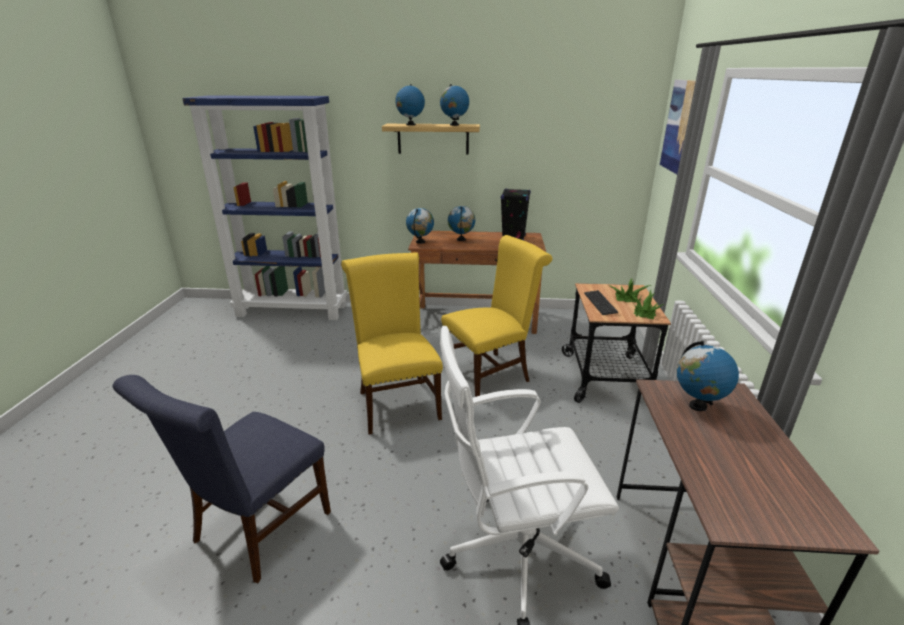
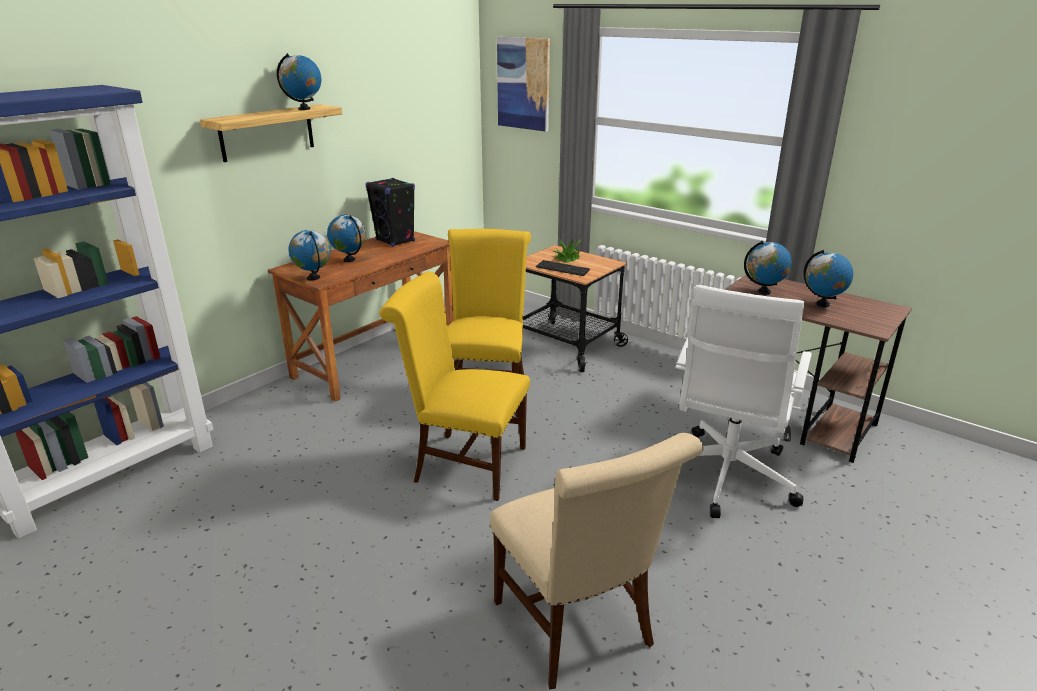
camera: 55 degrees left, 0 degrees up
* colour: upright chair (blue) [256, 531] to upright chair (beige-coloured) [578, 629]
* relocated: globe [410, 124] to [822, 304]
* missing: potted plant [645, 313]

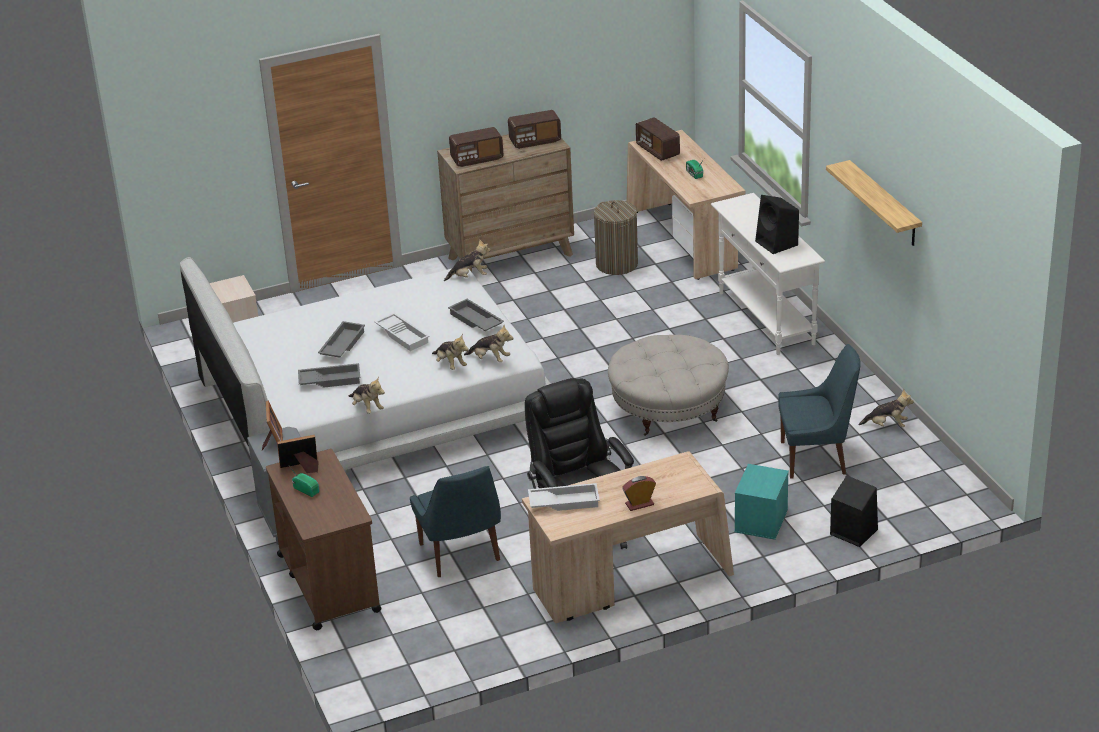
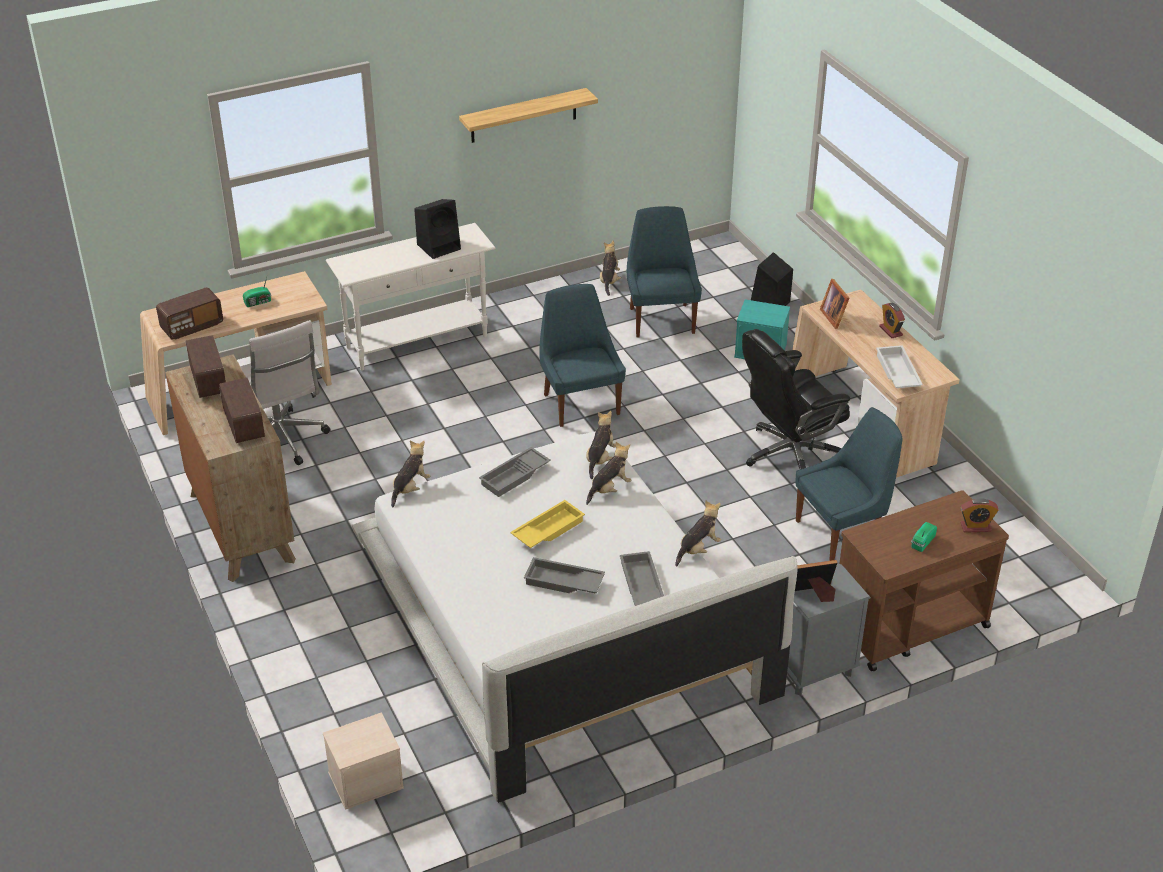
camera: 95 degrees left, 5 degrees up
* relocated: photo frame [301, 468] to [834, 317]
* colour: tray (white) [403, 335] to tray (yellow) [547, 529]
* spun: plush toy [469, 277] = [410, 488] 45 degrees clockwise
* exchanged: laundry basket [616, 264] to computer chair (white) [282, 442]
* exchanged: footrest (beige-coloured) [668, 408] to upright chair (blue) [580, 403]
* appeared: alarm clock [975, 527]

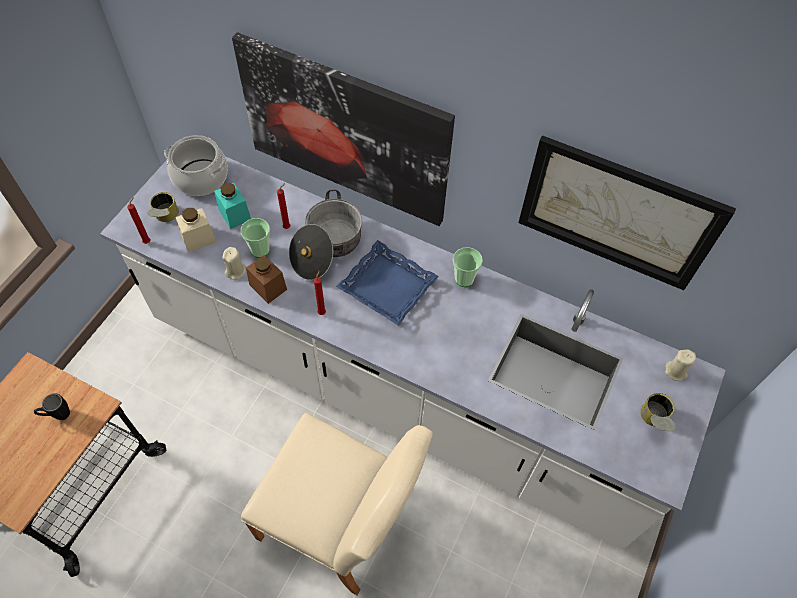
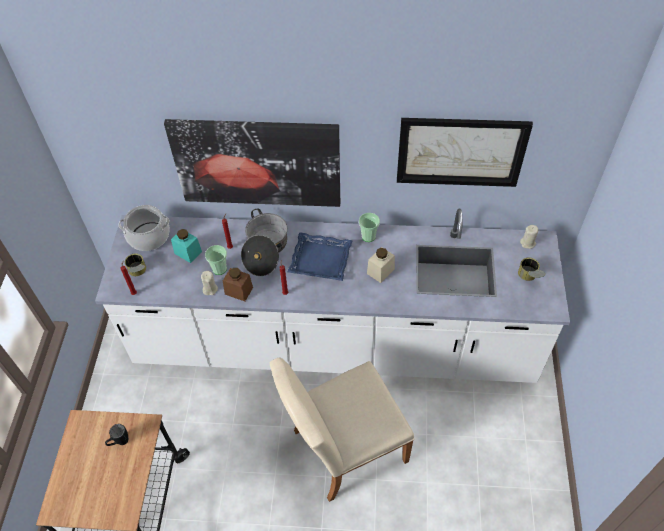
camera: 20 degrees left, 5 degrees down
* relocated: preserve jar (beige-coloured) [198, 238] to [380, 271]
* spun: upright chair (beige-coloured) [341, 523] = [342, 449] 150 degrees clockwise

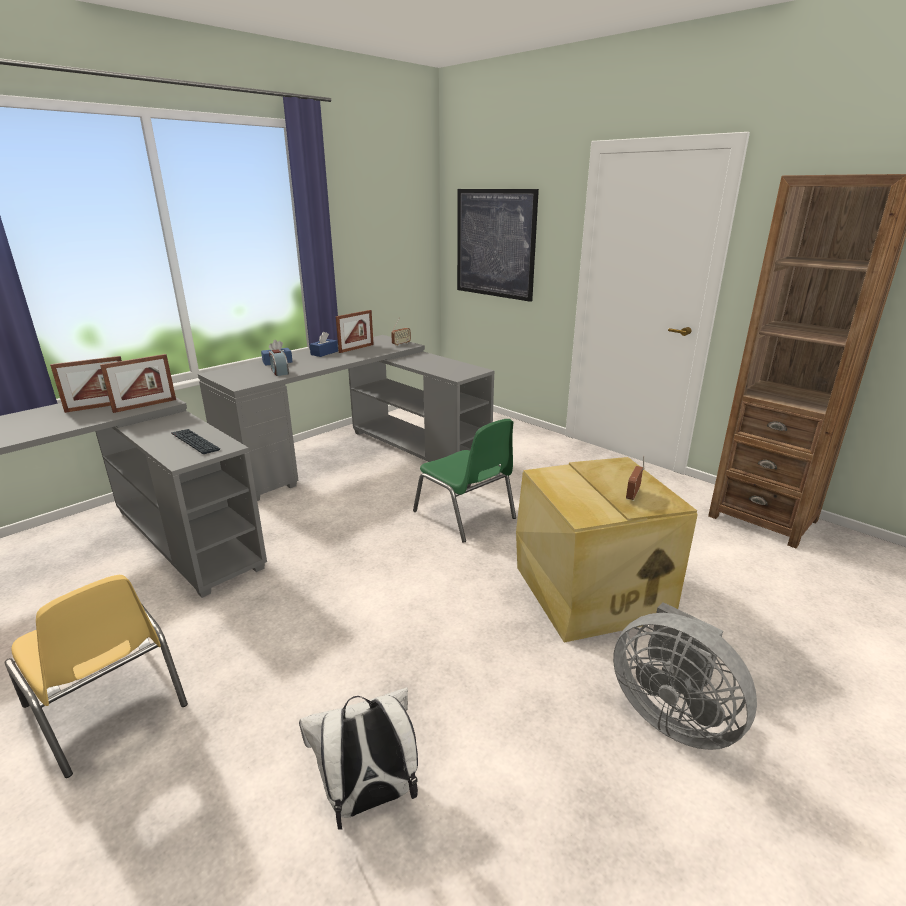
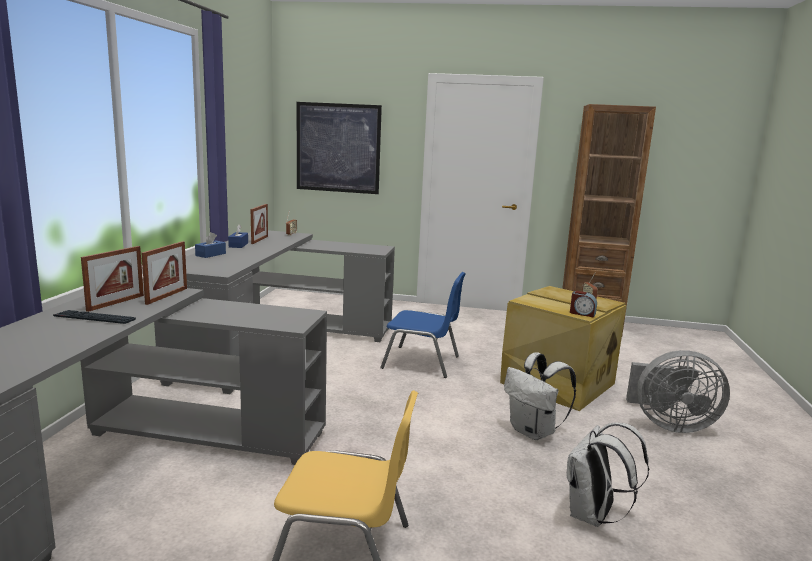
camera: 35 degrees left, 10 degrees down
* relocated: keyboard [195, 442] to [94, 318]
* relocated: alarm clock [279, 372] to [582, 313]
* colour: upright chair (green-coloured) [465, 515] to upright chair (blue) [422, 362]
* appeared: knapsack (white) [534, 432]

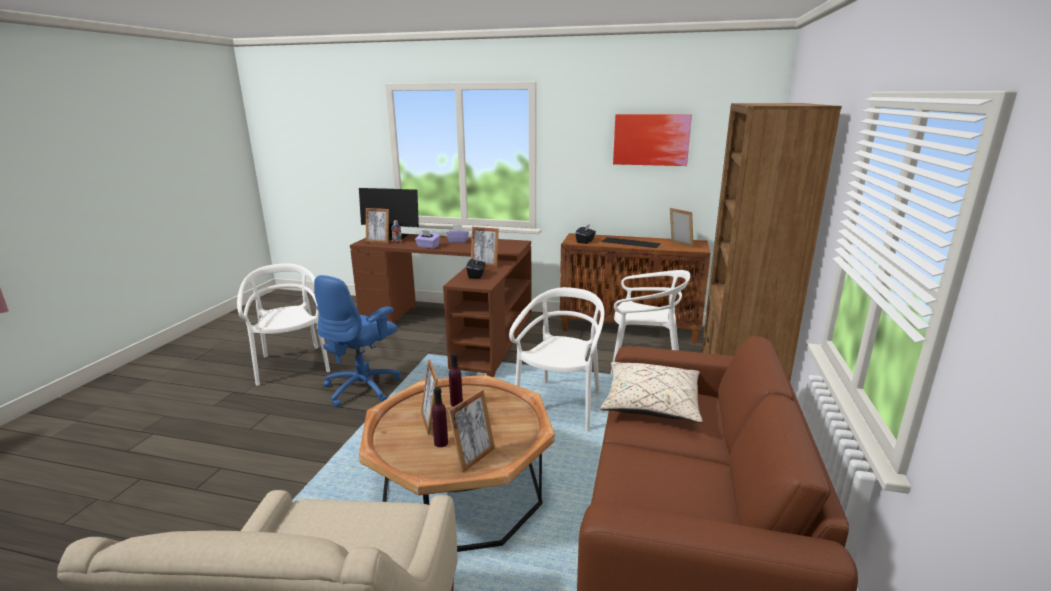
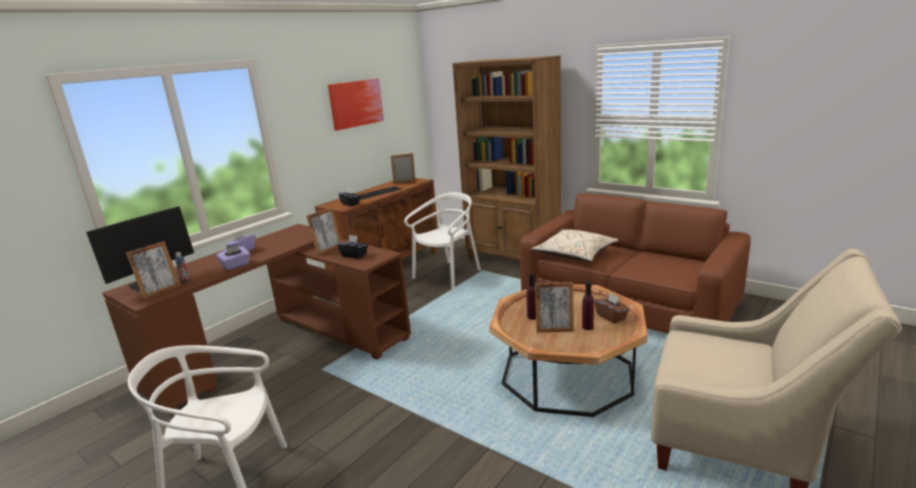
camera: 65 degrees left, 0 degrees up
* missing: computer chair (blue) [363, 388]
* exchanged: photo frame [474, 457] to tissue holder (brown-coloured) [611, 316]
* missing: upright chair (white) [560, 405]

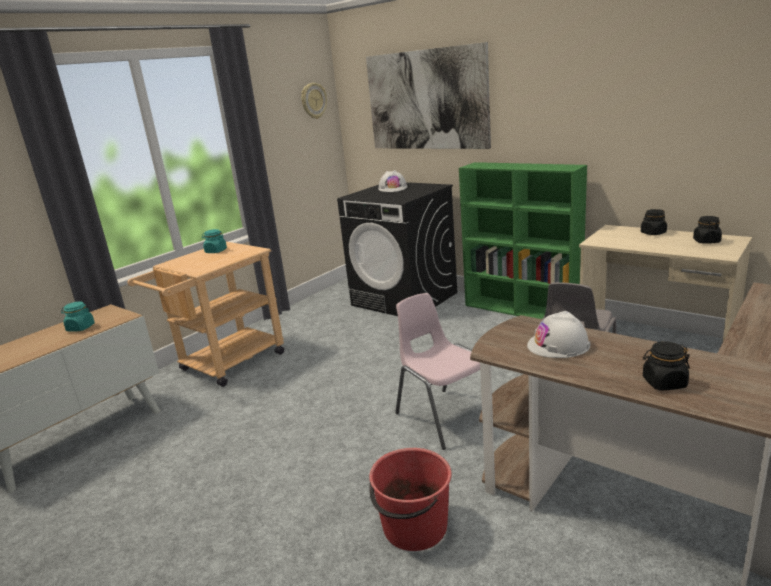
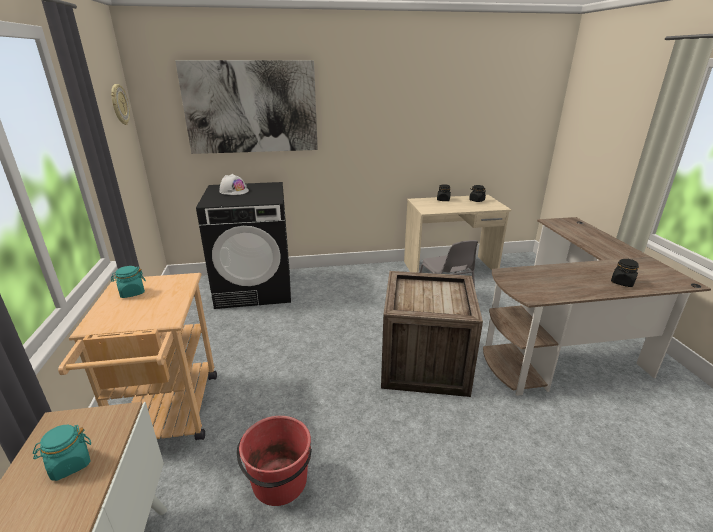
camera: 50 degrees left, 5 degrees up
* relocated: bucket (red-coloured) [414, 528] to [279, 482]
* exchanged: upright chair (pink) [444, 416] to shipping crate [423, 362]
* missing: bookcase (green-coloured) [522, 310]
* missing: hard hat (white) [558, 345]

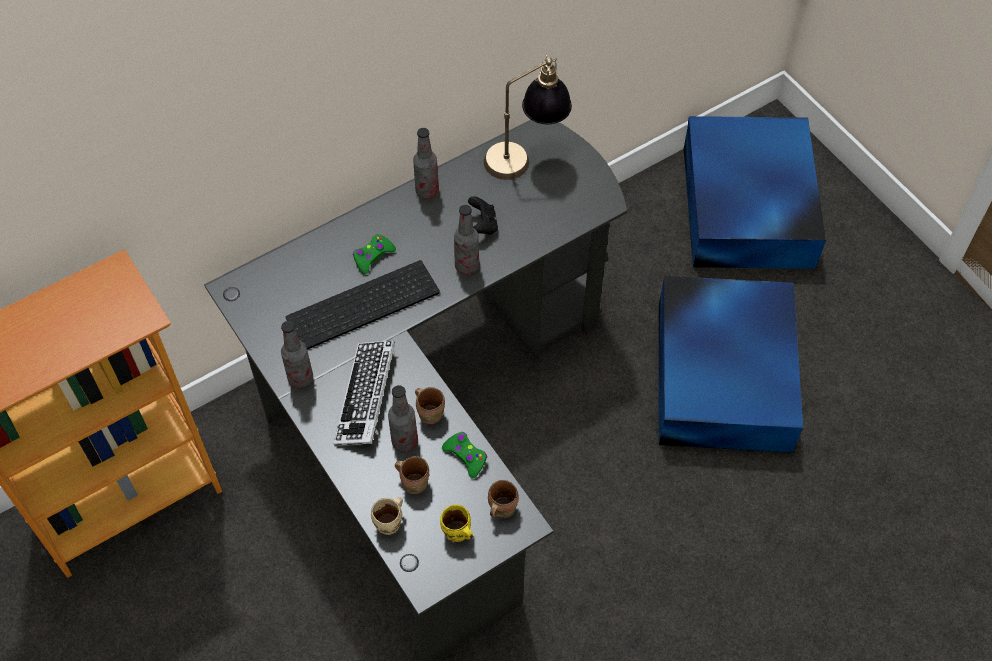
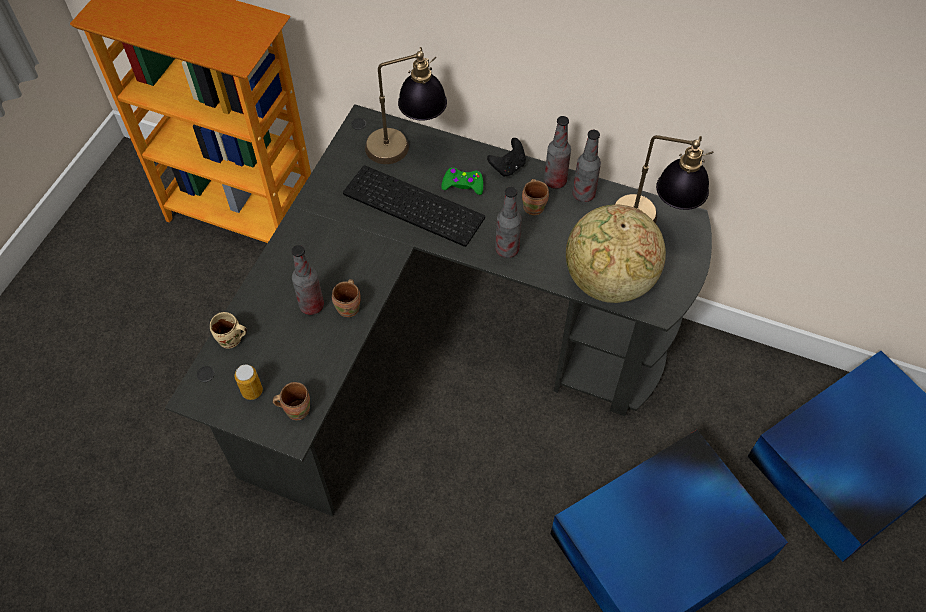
camera: 55 degrees right, 0 degrees up
* relocated: bottle [300, 379] to [583, 194]
* missing: keyboard [366, 396]
* relocated: coffee mug (brown-coloured) [414, 482] to [534, 206]
* exchanged: coffee mug (yellow) [457, 534] to sealed can [252, 391]
* missing: joypad (green-coloured) [466, 456]
* relocated: joypad (black-coloured) [483, 225] to [508, 167]
* appeared: table lamp [406, 149]
* appeared: globe [608, 281]

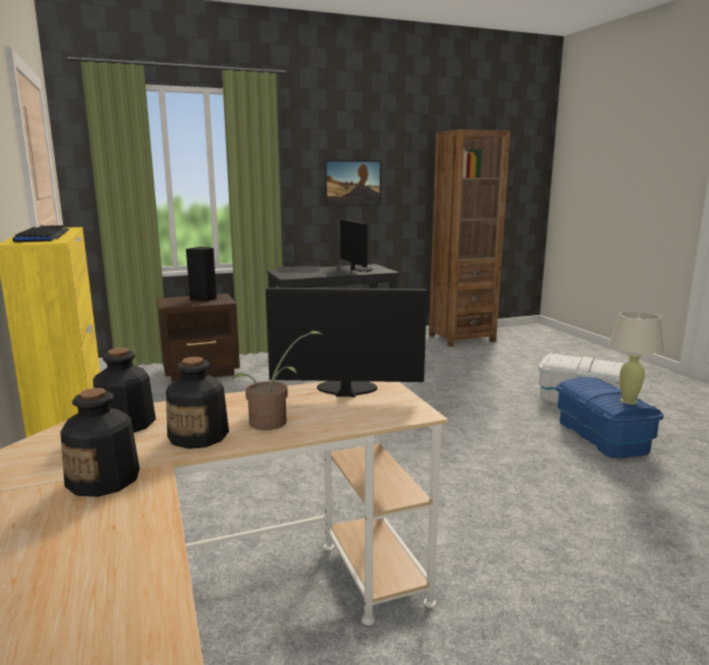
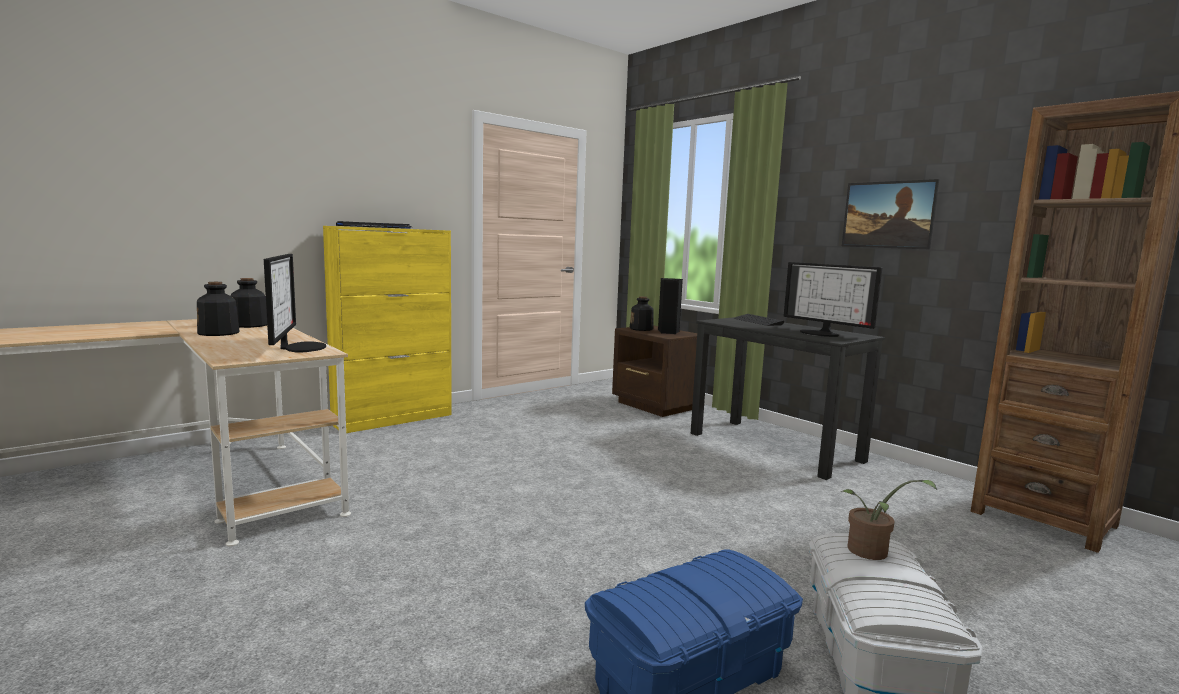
camera: 70 degrees right, 5 degrees down
* relocated: bottle [104, 480] to [641, 329]
* relocated: potted plant [274, 422] to [871, 553]
* spun: computer display [359, 269] = [821, 333] 90 degrees clockwise
* missing: table lamp (beige-coloured) [628, 401]

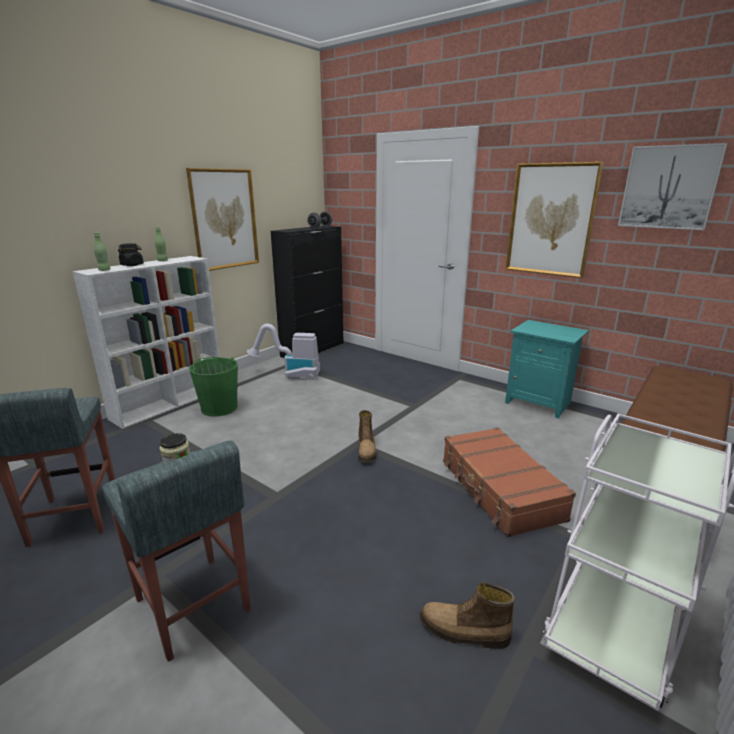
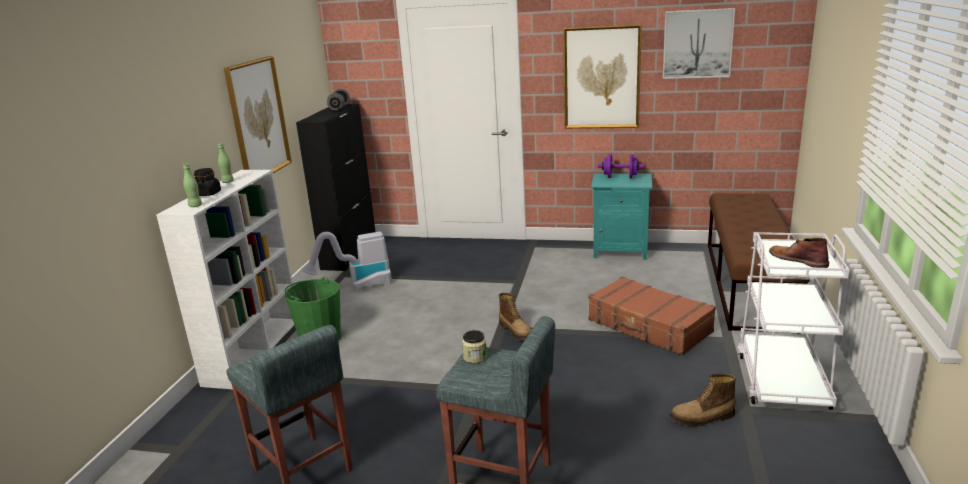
camera: 25 degrees left, 0 degrees up
* appeared: hand weight (purple) [620, 177]
* appeared: high-top boot (brown-coloured) [797, 259]

